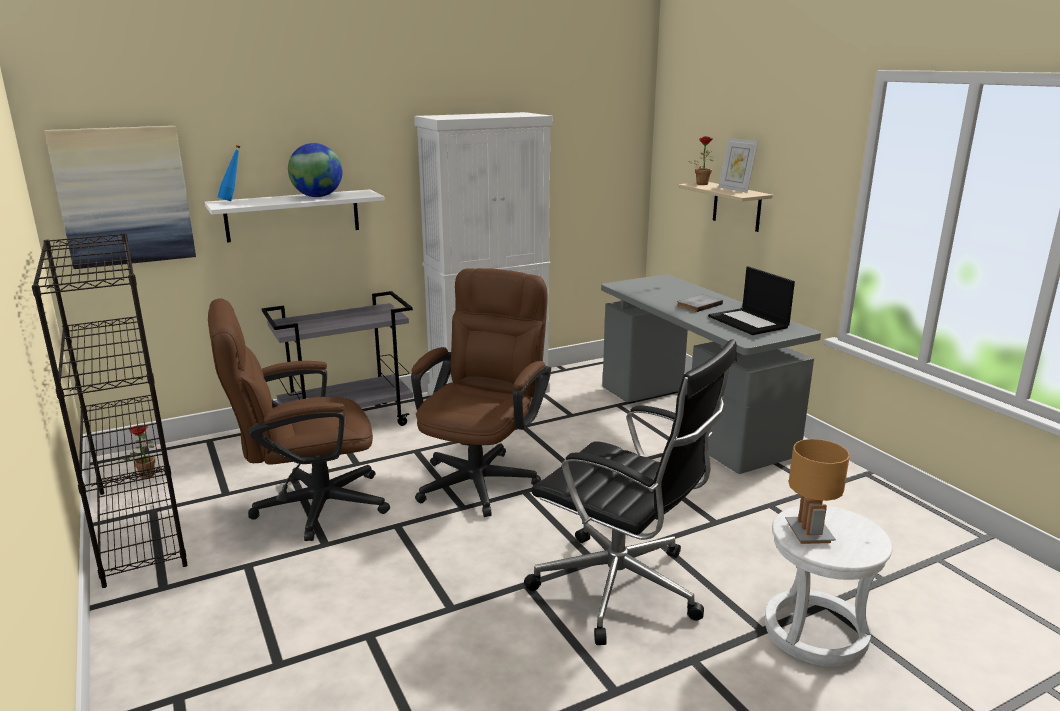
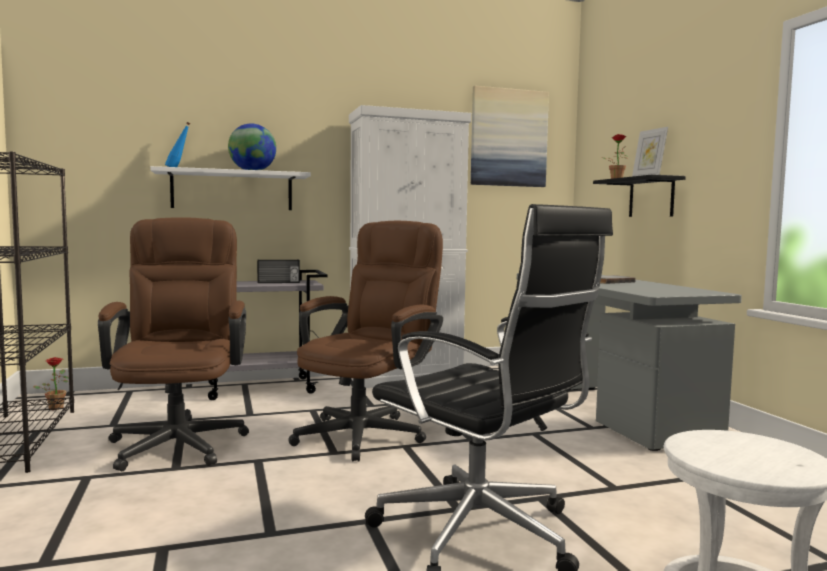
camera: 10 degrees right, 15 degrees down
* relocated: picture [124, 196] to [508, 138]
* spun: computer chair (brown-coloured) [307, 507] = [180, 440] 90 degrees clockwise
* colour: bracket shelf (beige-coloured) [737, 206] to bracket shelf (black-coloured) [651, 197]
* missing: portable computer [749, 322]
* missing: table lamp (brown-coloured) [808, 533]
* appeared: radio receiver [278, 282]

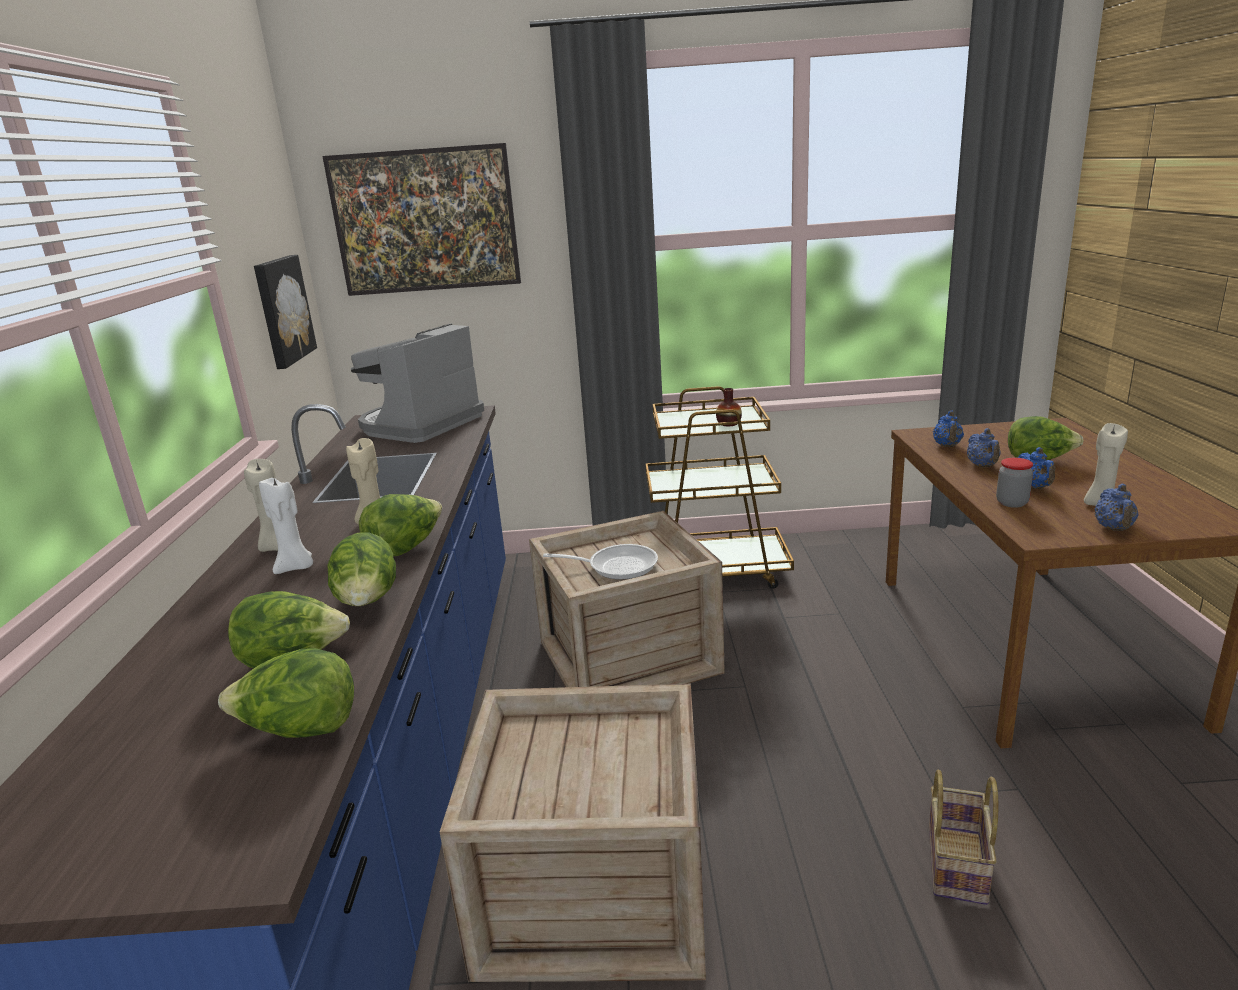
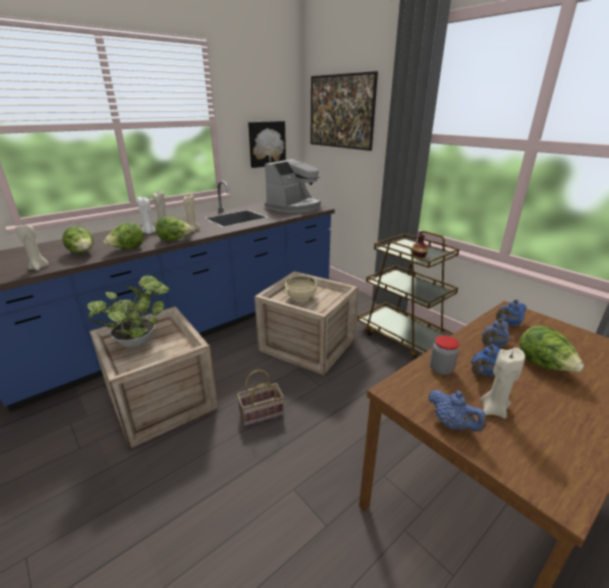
camera: 50 degrees right, 5 degrees up
* exchanged: lettuce head [300, 731] to wax candle (beige-coloured) [39, 268]
* spun: coffee machine [420, 425] = [294, 207] 135 degrees clockwise
* exchanged: pan [616, 566] to serving bowl (beige-coloured) [300, 297]
* relocated: basket [959, 866] to [260, 414]
* spun: pot for tea (blue) [1114, 529] = [452, 424] 105 degrees counterclockwise
* appeared: potted plant [139, 341]

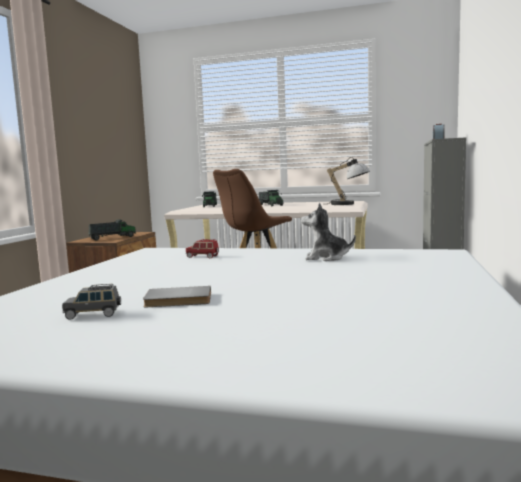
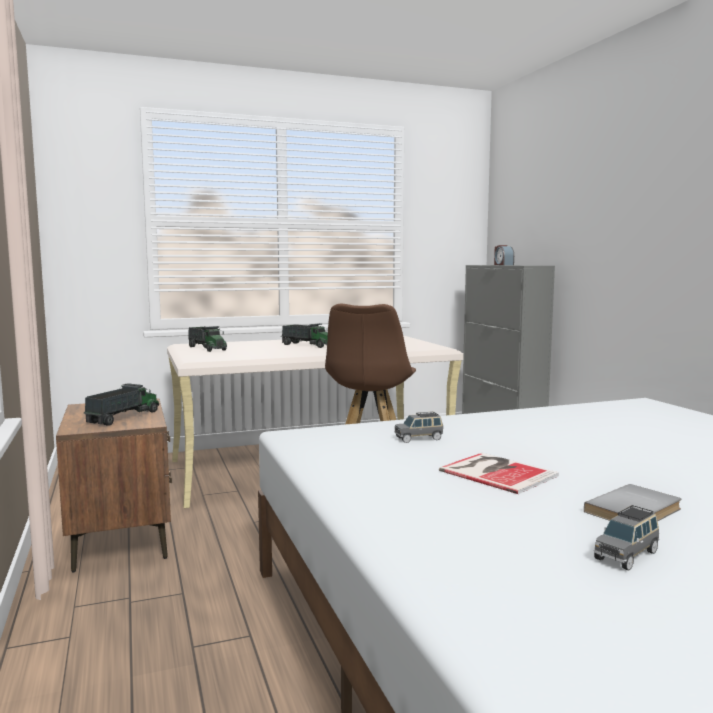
camera: 35 degrees left, 0 degrees up
* colour: miniature car (red-coloured) [203, 257] to miniature car (gray) [419, 438]
* missing: plush toy [326, 258]
* missing: table lamp [349, 204]
* appeared: bound book [497, 472]

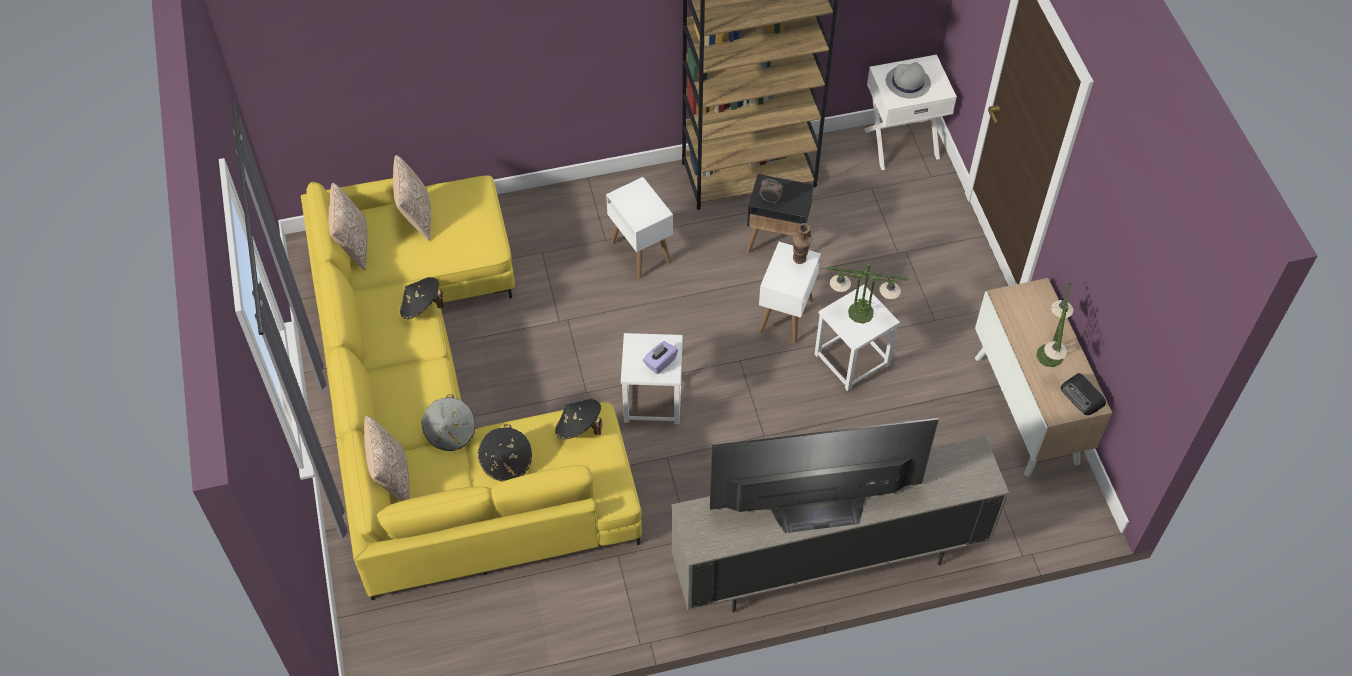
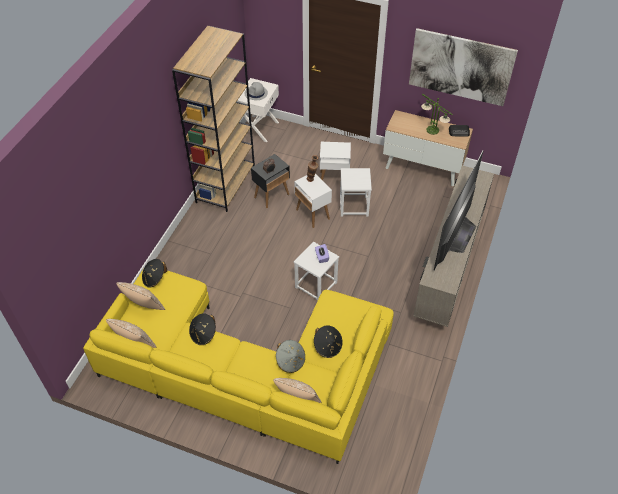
camera: 55 degrees left, 5 degrees down
* relocated: clothing hat (black-coloured) [579, 428] to [154, 278]
* relocated: end table (white) [640, 252] to [334, 179]
* missing: table lamp [860, 313]
* appeared: picture [461, 67]

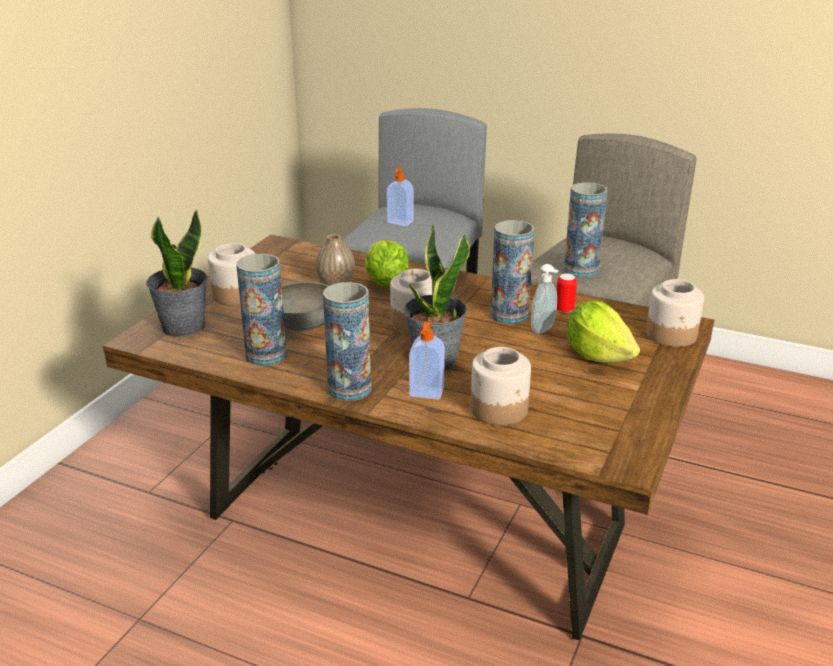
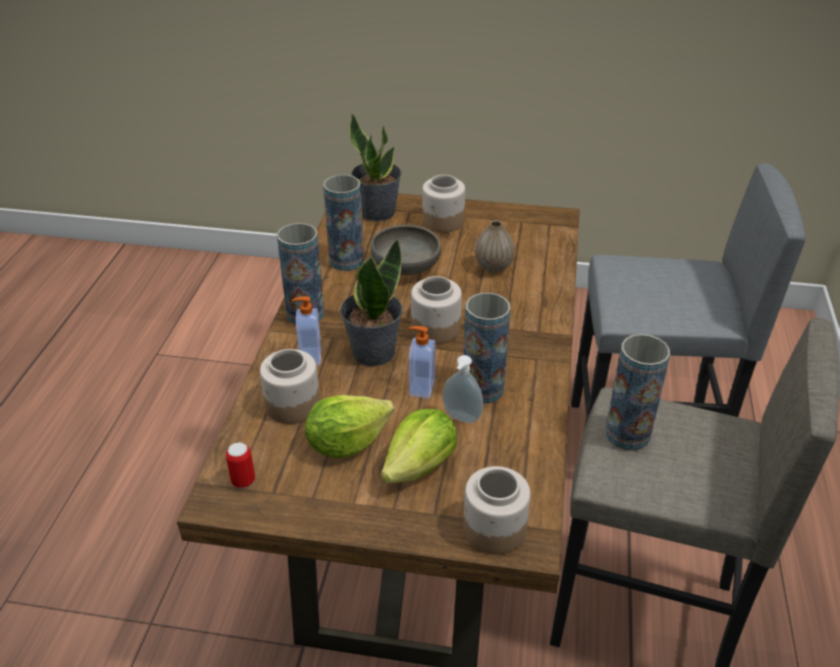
camera: 75 degrees right, 10 degrees up
* relocated: lettuce head [385, 283] to [346, 443]
* relocated: soap bottle [400, 222] to [420, 387]
* relocated: sealed can [564, 310] to [243, 481]

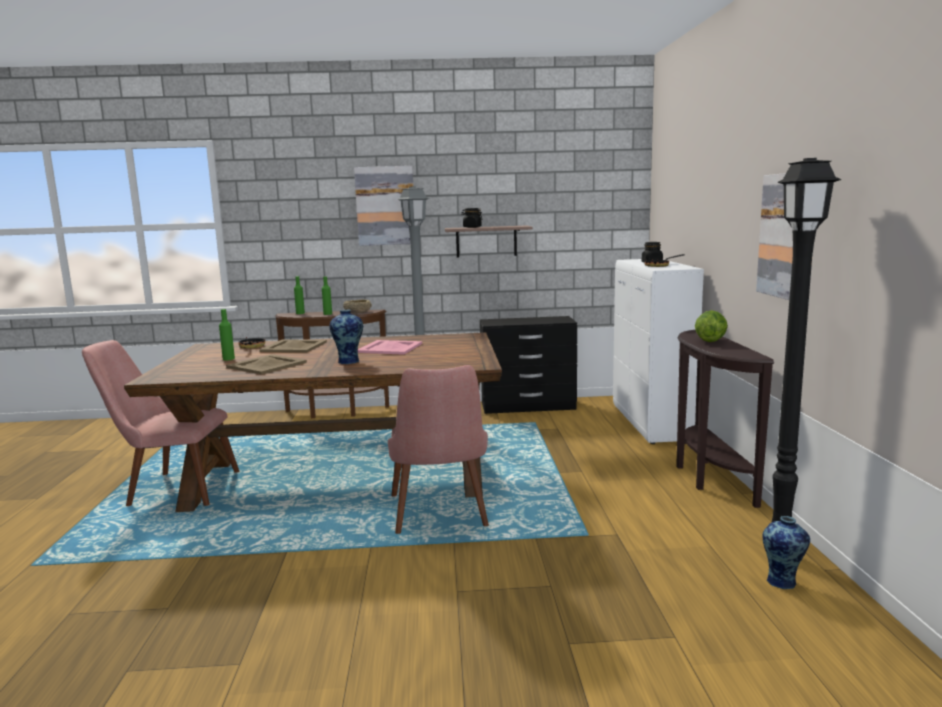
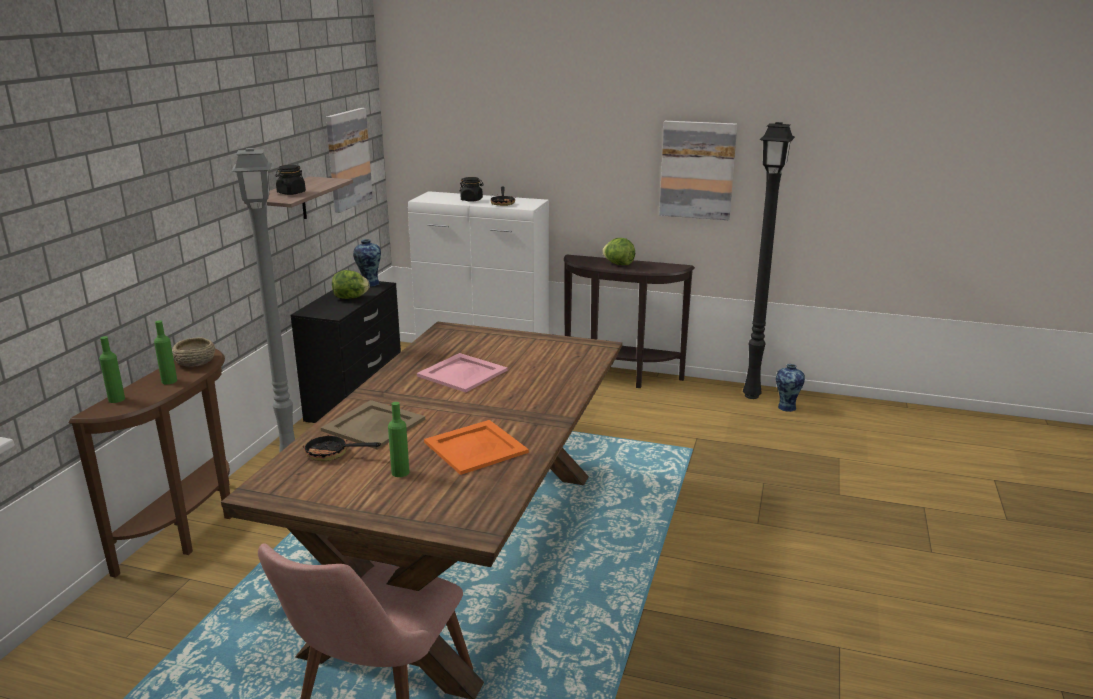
camera: 70 degrees left, 10 degrees up
* colour: tray (beige-coloured) [266, 365] to tray (orange-coloured) [475, 448]
* relocated: vase [349, 361] to [369, 283]
* relocated: picture [385, 206] to [348, 159]
* missing: upright chair (pink) [440, 517]
* appeared: lettuce head [351, 298]

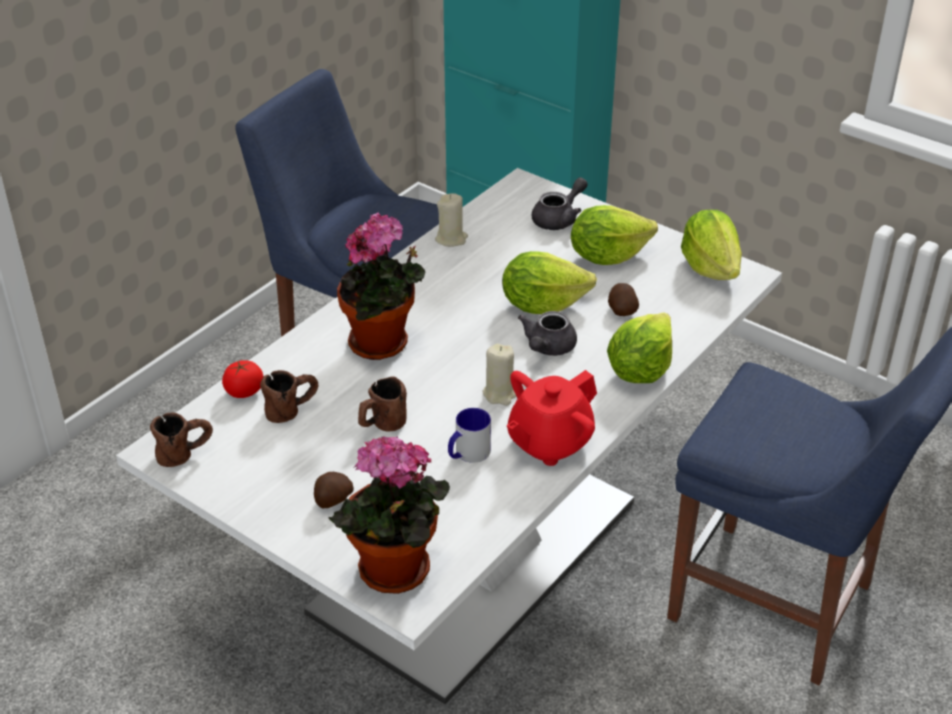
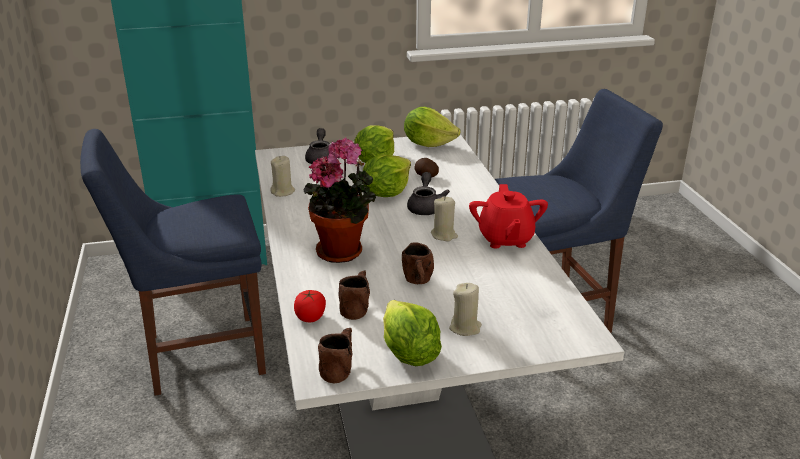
camera: 50 degrees left, 10 degrees down
* exchanged: whole potato [332, 500] to wax candle (beige-coloured) [465, 327]
* missing: potted plant [393, 574]
* missing: coffee mug [467, 454]
* spun: pot for tea (gray) [547, 348] = [425, 207] 150 degrees counterclockwise
* relocated: lettuce head [640, 370] to [409, 354]

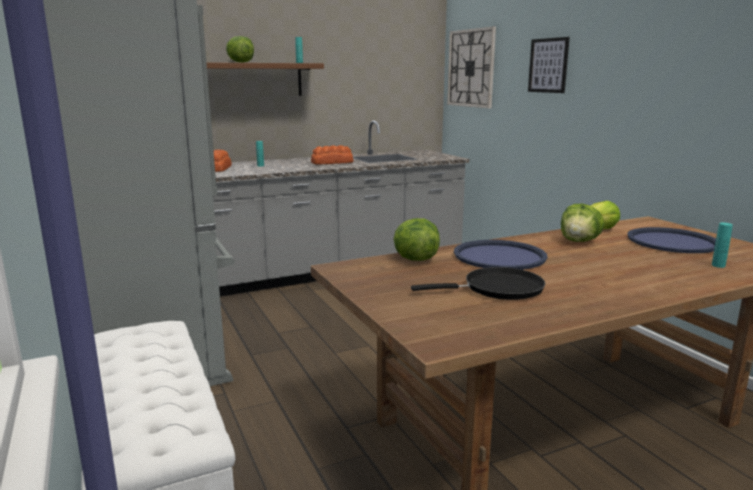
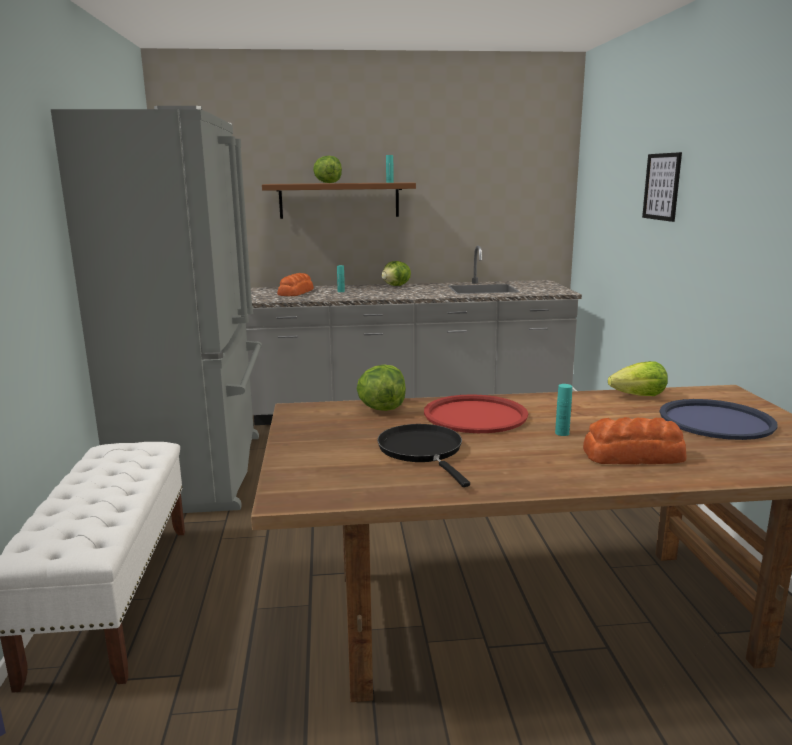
camera: 20 degrees right, 0 degrees up
* relocated: bread [332, 162] to [634, 456]
* spun: pan (black-coloured) [497, 289] = [422, 451] 120 degrees counterclockwise
* missing: wall clock [471, 68]
* colour: tray (blue) [499, 256] to tray (red-coloured) [475, 415]
* relocated: lettuce head [579, 241] to [396, 286]
* relocated: bottle (turquoise) [718, 265] to [562, 433]

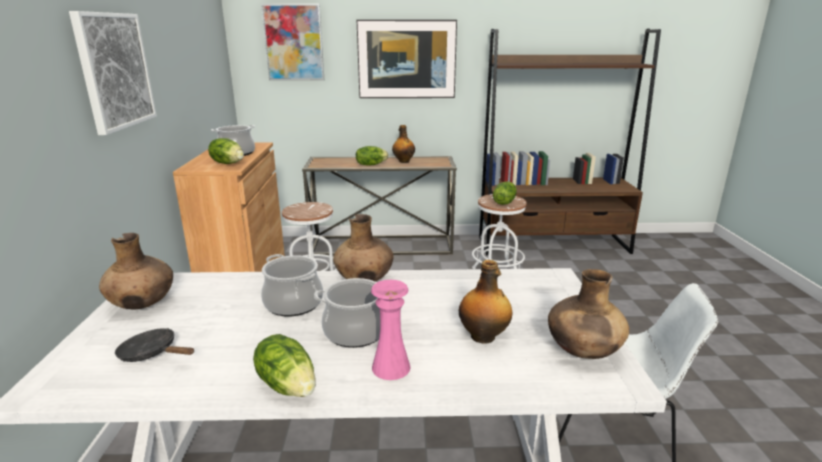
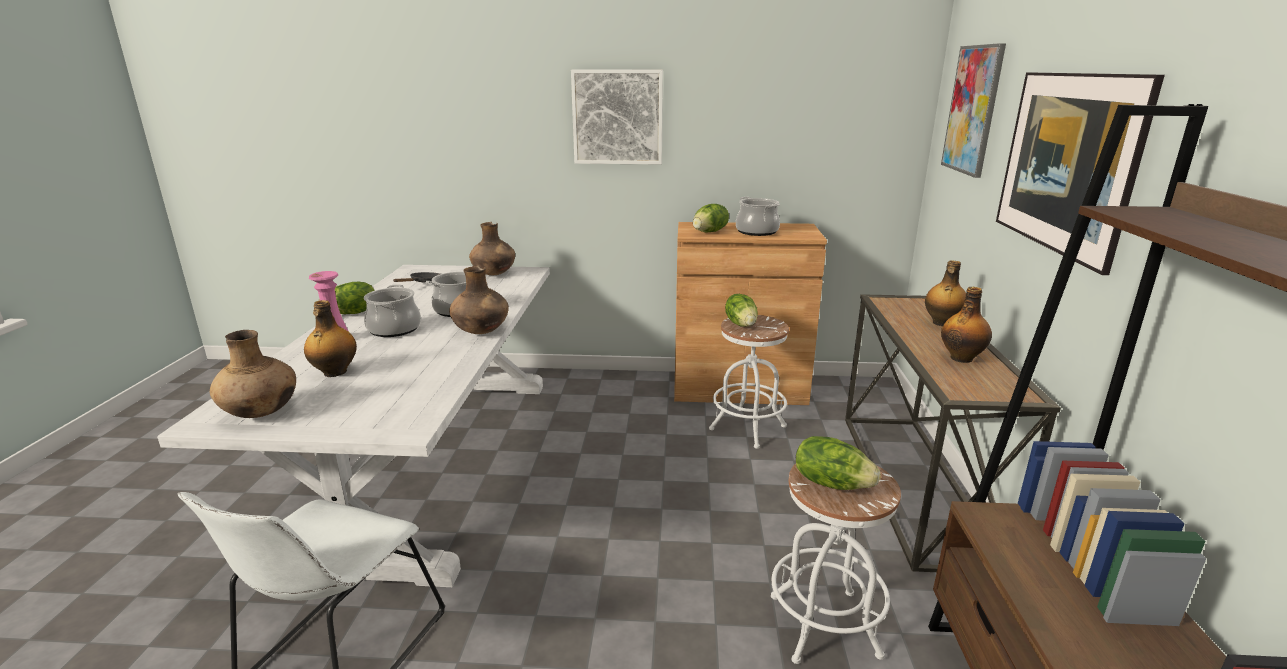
camera: 95 degrees right, 0 degrees up
* relocated: lettuce head [371, 164] to [742, 324]
* appeared: bottle [942, 323]

